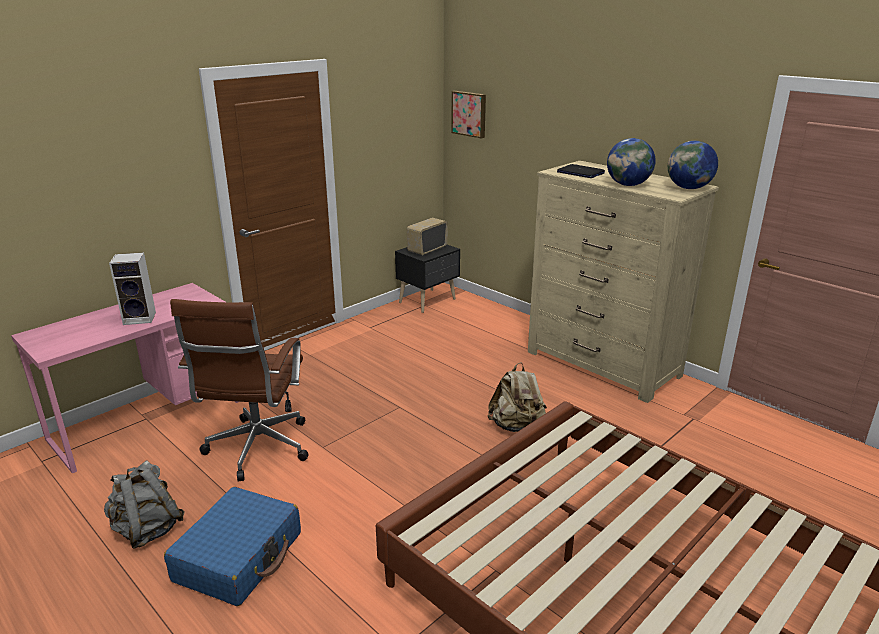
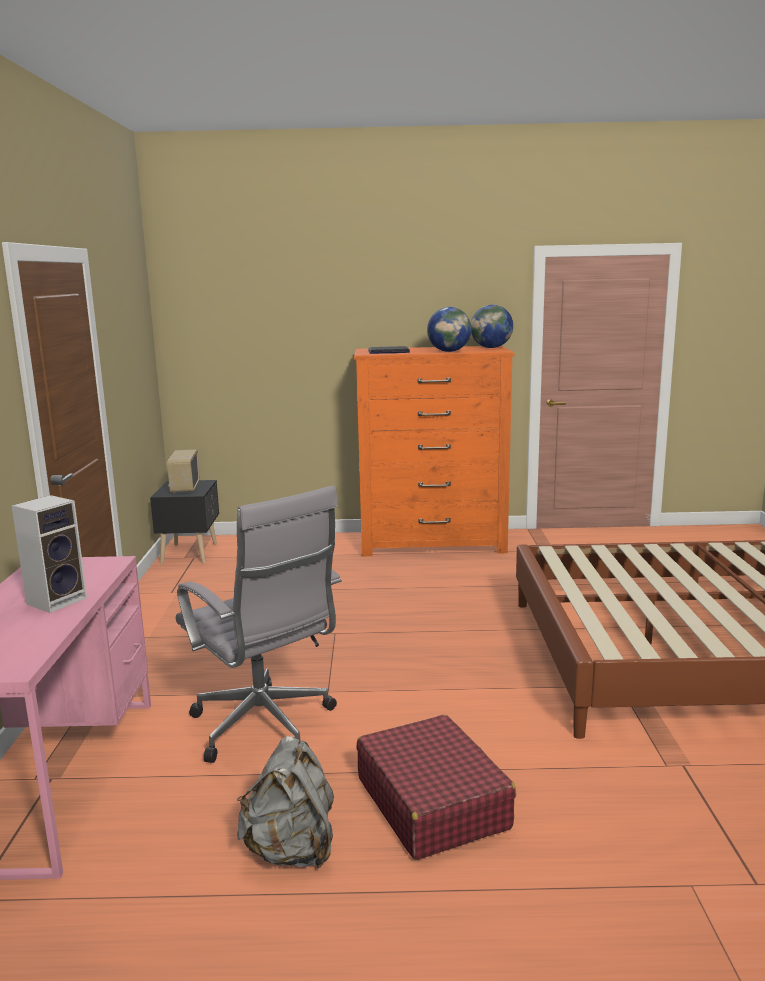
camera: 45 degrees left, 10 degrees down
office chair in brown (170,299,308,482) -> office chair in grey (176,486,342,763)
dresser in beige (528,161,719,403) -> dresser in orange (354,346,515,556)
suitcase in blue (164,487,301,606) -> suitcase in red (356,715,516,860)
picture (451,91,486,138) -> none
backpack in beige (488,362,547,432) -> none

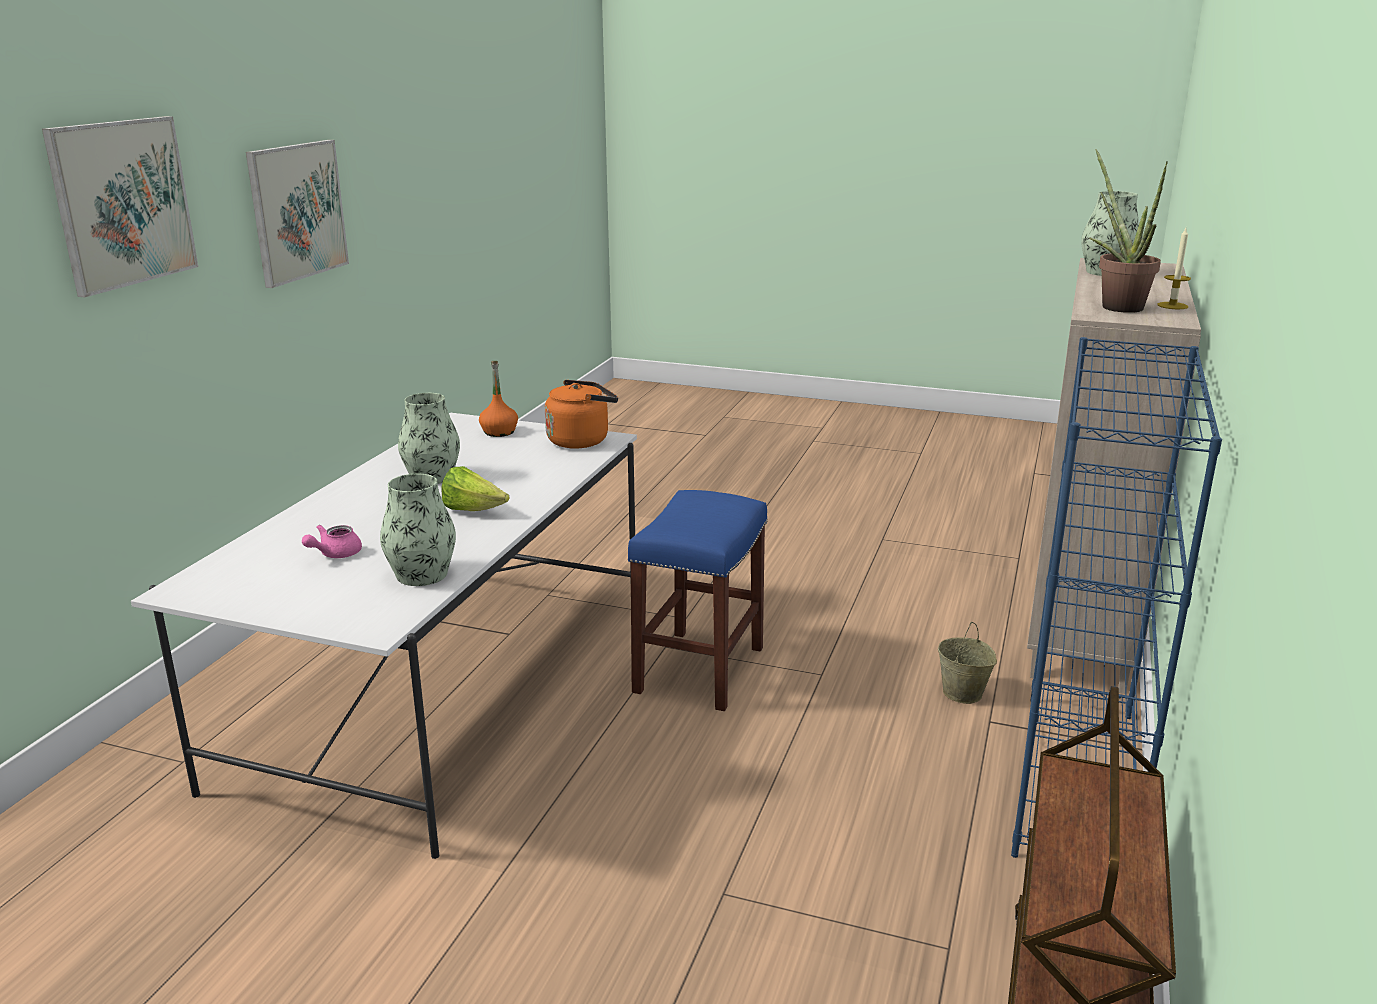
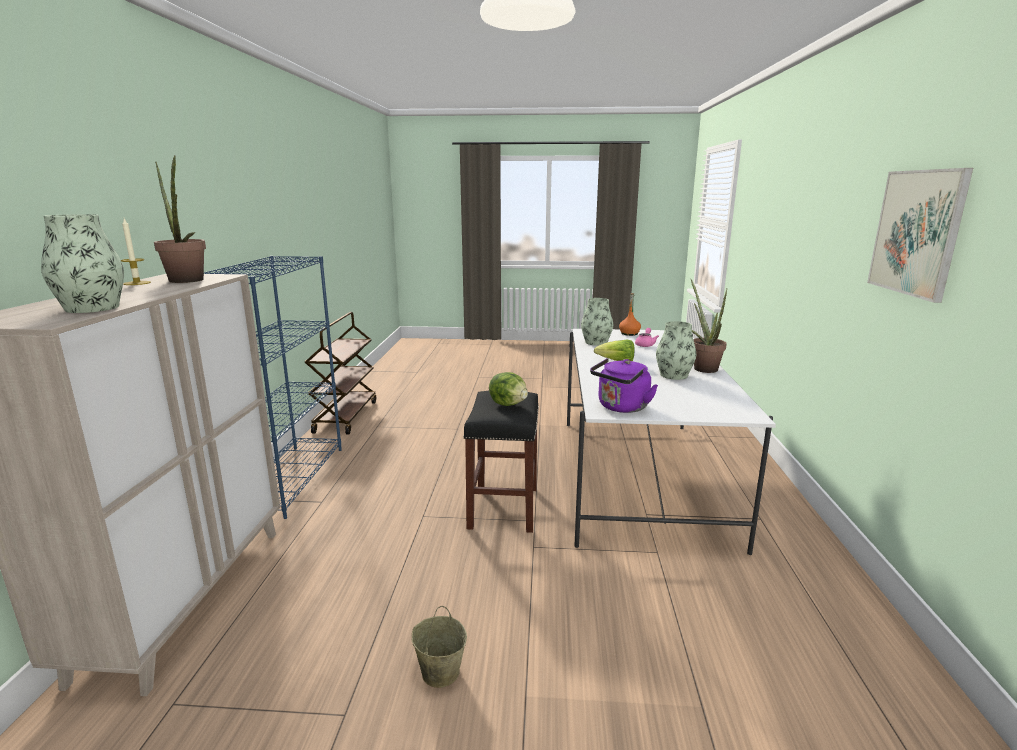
camera: 165 degrees right, 5 degrees down
bucket in beige (938,622,997,704) -> bucket in beige (412,606,467,688), move
stool in blue (628,490,768,711) -> stool in black (463,391,539,533)
none -> lettuce (489,372,528,406)
kettle in orange (545,380,618,448) -> kettle in purple (590,358,658,413)
bottle in orange (479,361,518,437) -> bottle in orange (619,293,641,336), move
none -> potted plant (691,279,727,373)
picture (42,116,198,297) -> none

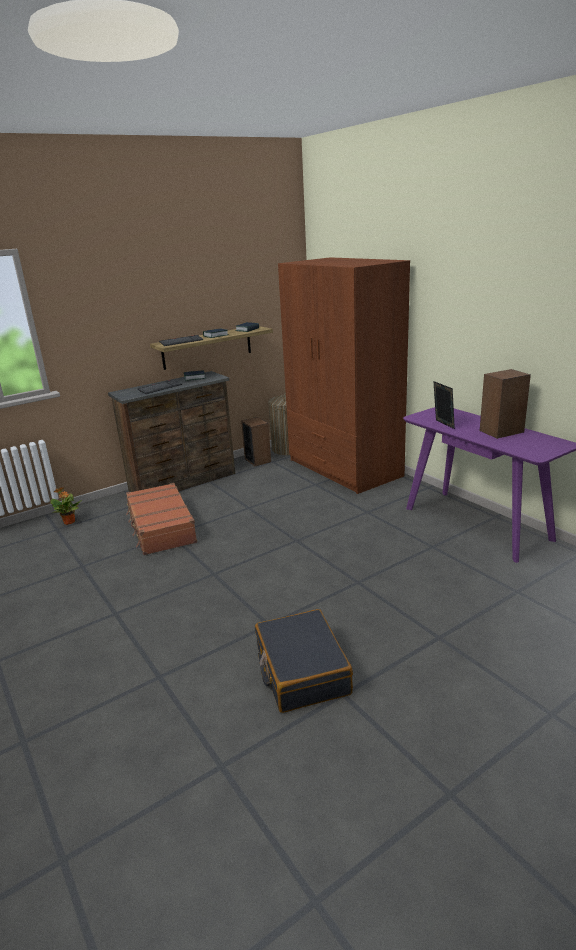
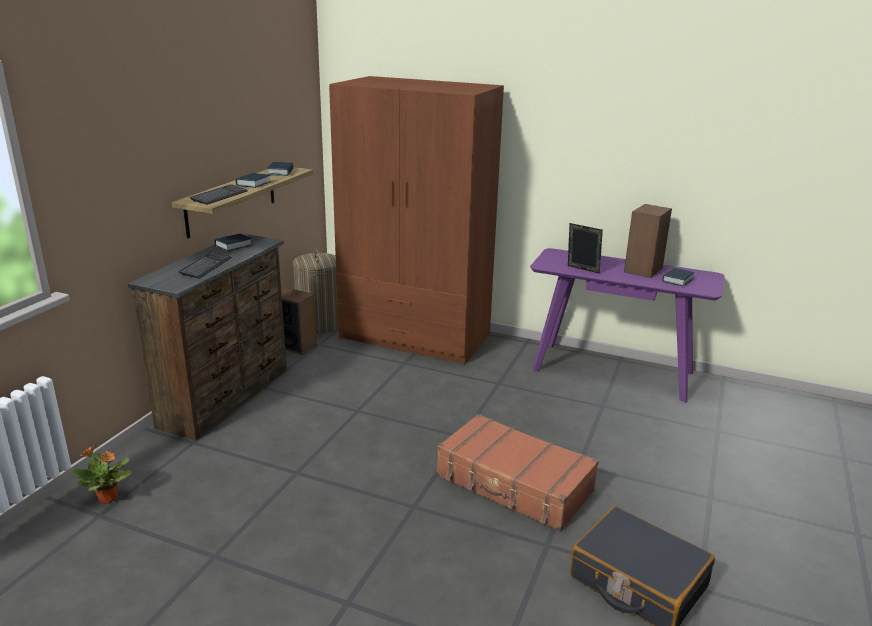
camera: 35 degrees left, 0 degrees up
suitcase in brown (126,483,197,555) -> suitcase in brown (436,414,599,531), move
none -> book (662,268,694,286)

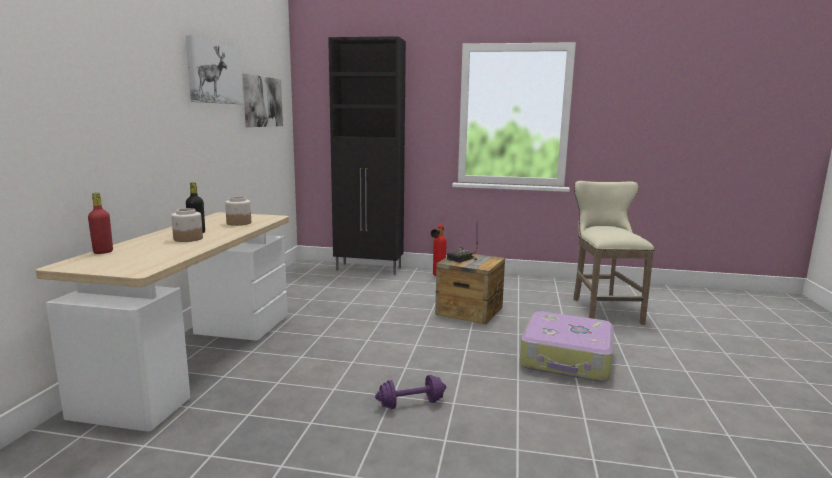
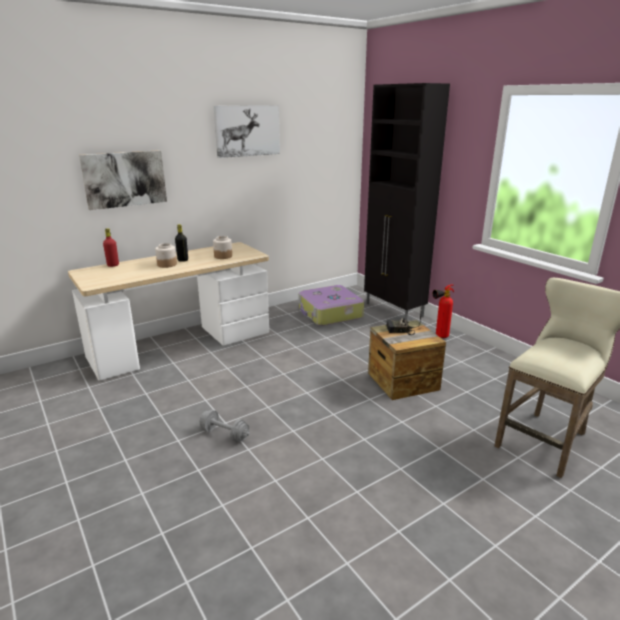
camera: 45 degrees right, 10 degrees up
picture (243,74,283,127) -> picture (79,150,167,210), move
dumbbell in purple (375,375,446,409) -> dumbbell in grey (200,410,250,442)
suitcase (520,311,614,382) -> suitcase (298,285,364,326), move

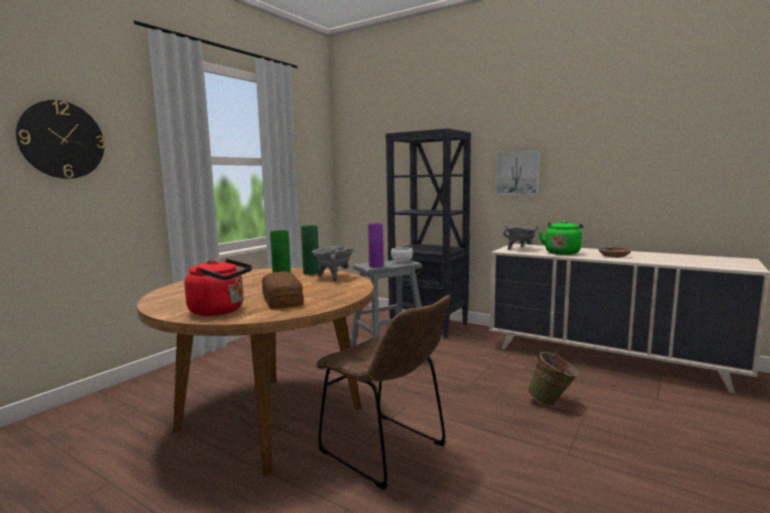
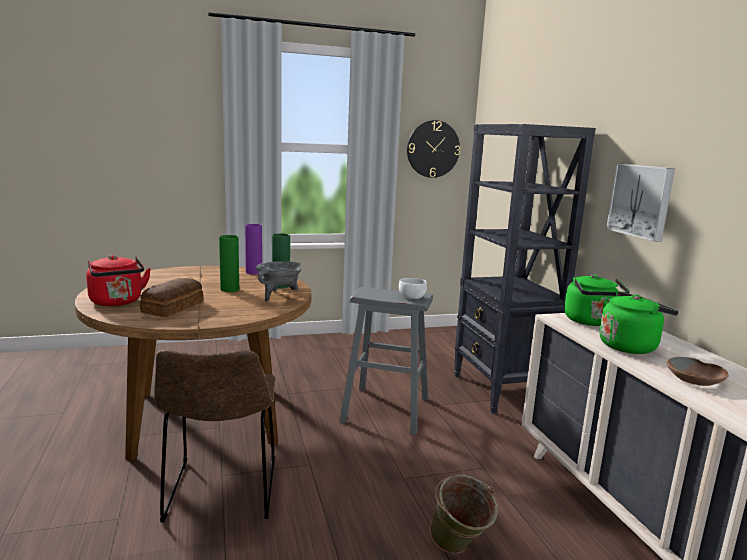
camera: 40 degrees right, 5 degrees up
vase in purple (368,223,384,268) -> vase in purple (245,224,262,275), move
wall clock (16,100,105,179) -> wall clock (407,120,460,178), move
cooking pot in grey (503,224,538,250) -> kettle in green (564,274,630,326)

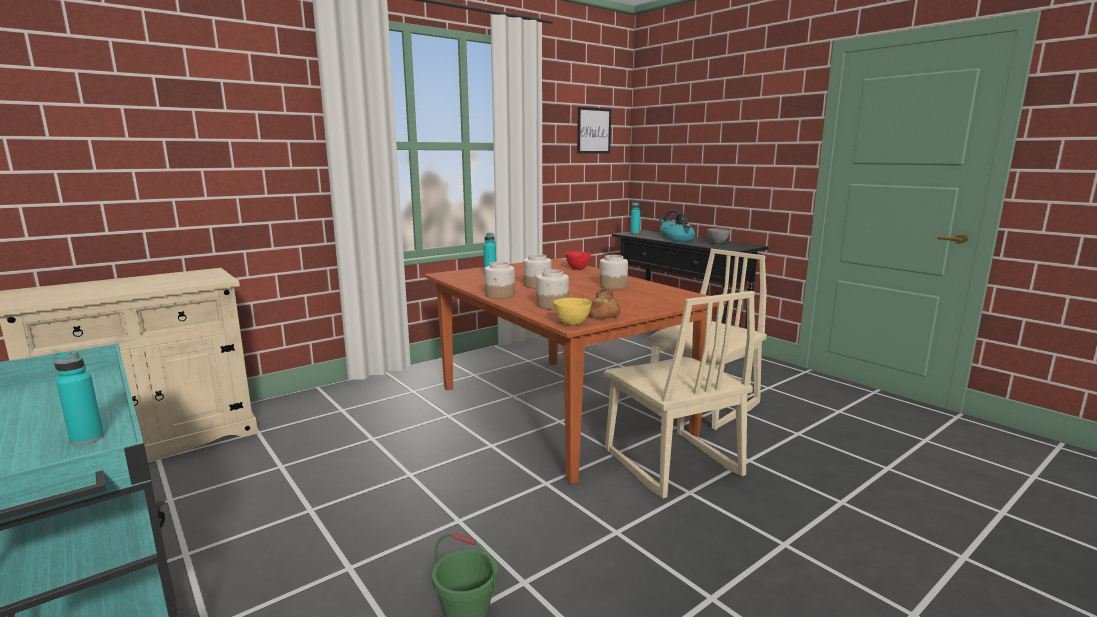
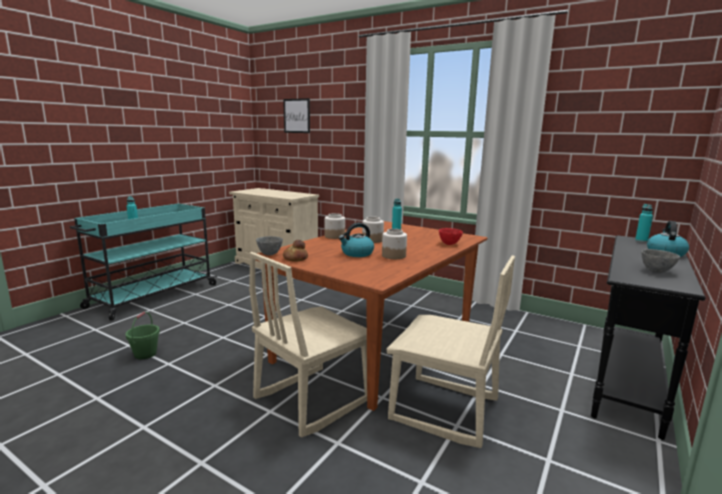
camera: 70 degrees right, 0 degrees up
bowl in yellow (553,298,592,326) -> bowl in grey (256,236,283,256)
picture (577,107,611,154) -> picture (283,98,310,133), move
kettle (667,213,695,242) -> kettle (339,223,374,257), move
jar (537,270,569,310) -> none

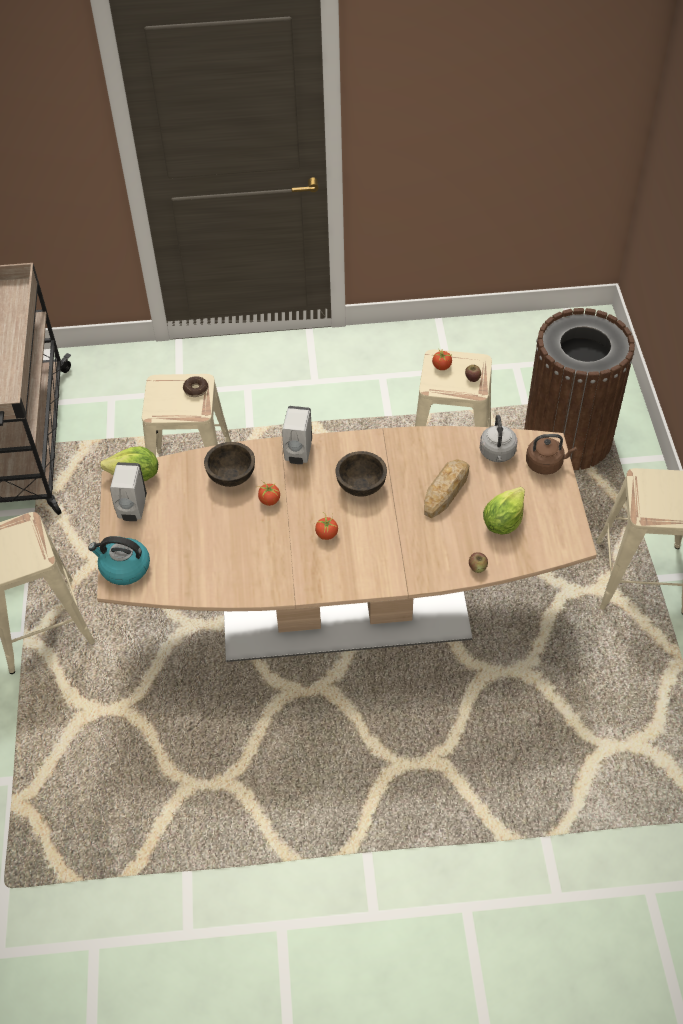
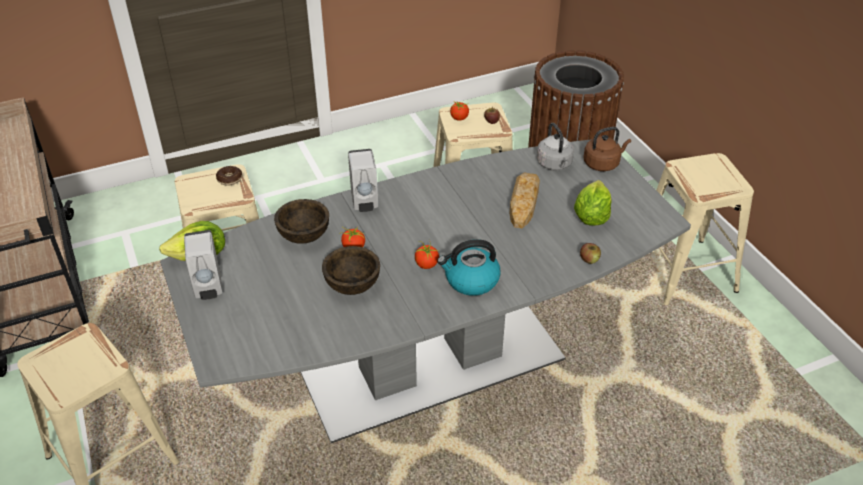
camera: 20 degrees left, 10 degrees down
dining table in brown (97,426,597,662) -> dining table in grey (160,139,691,443)
bowl in brown (336,451,387,497) -> bowl in brown (322,246,380,295), move
kettle (88,536,150,585) -> kettle (437,239,501,296), move

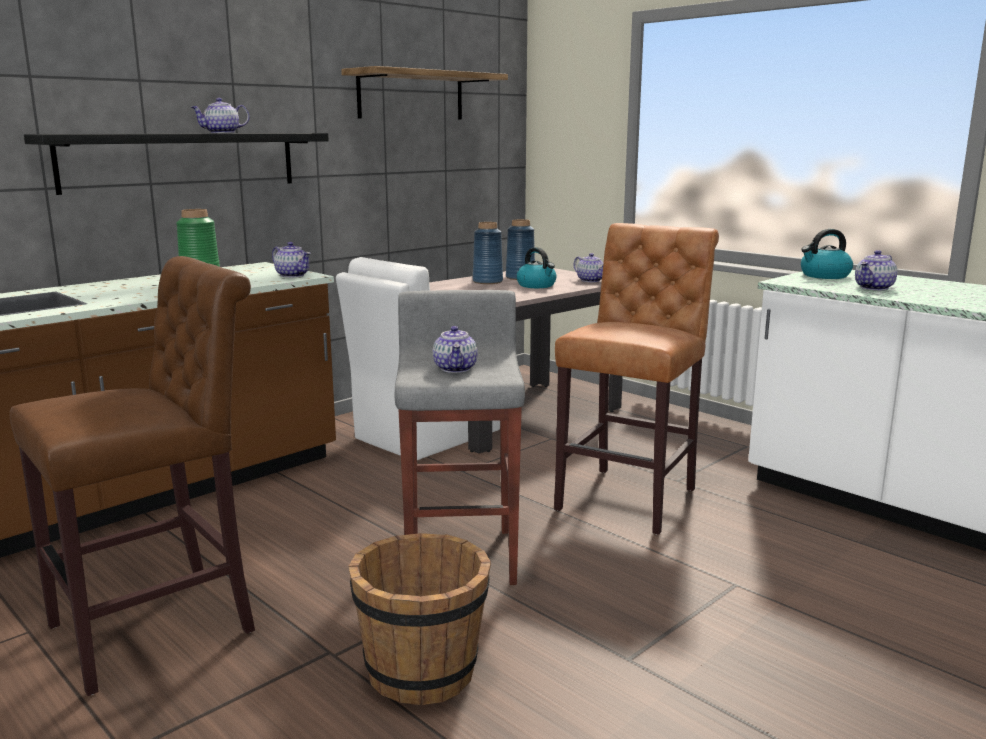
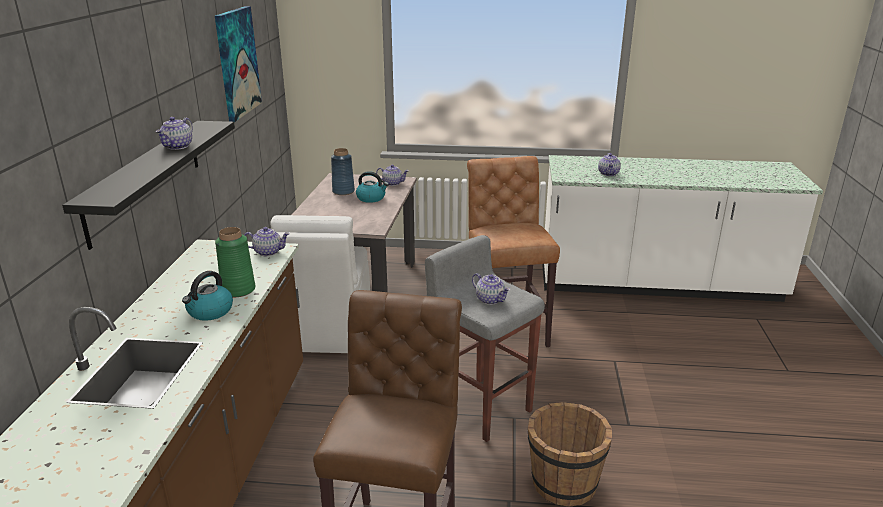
camera: 40 degrees left, 10 degrees up
kettle (801,229,853,279) -> kettle (182,271,233,321), move
shelf (341,66,508,119) -> picture (215,6,262,122)
vase in blue (473,222,503,284) -> none

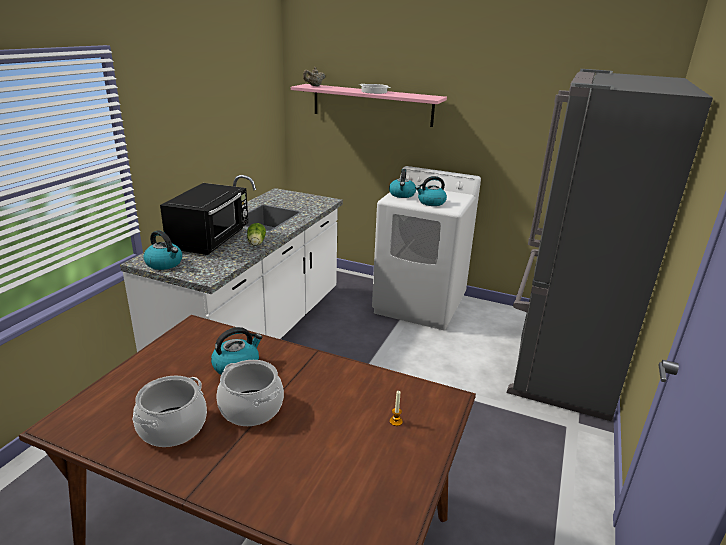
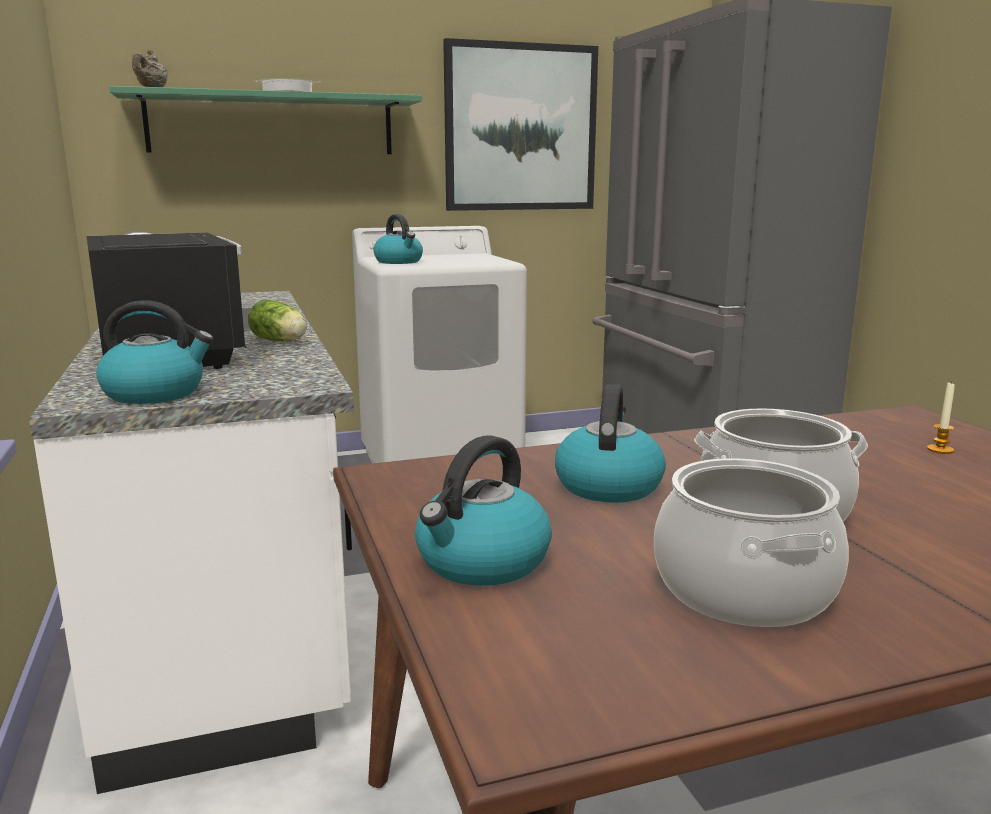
camera: 40 degrees left, 10 degrees down
shelf in pink (291,84,447,127) -> shelf in green (109,86,422,154)
kettle (416,176,447,206) -> kettle (415,436,552,586), move
none -> picture (443,38,598,211)

